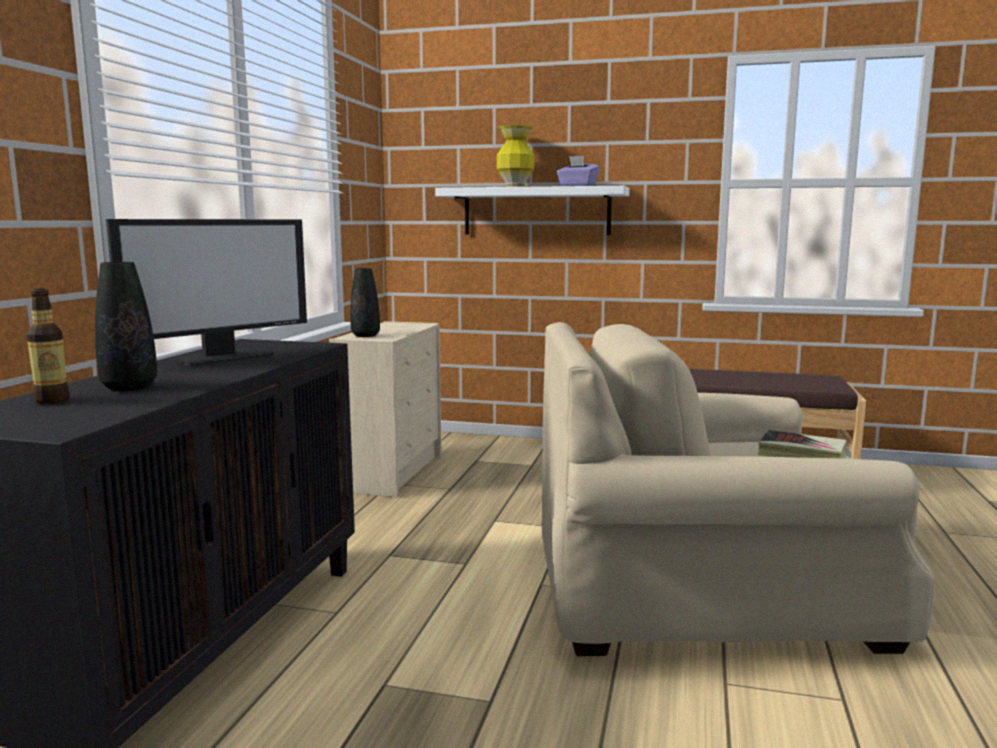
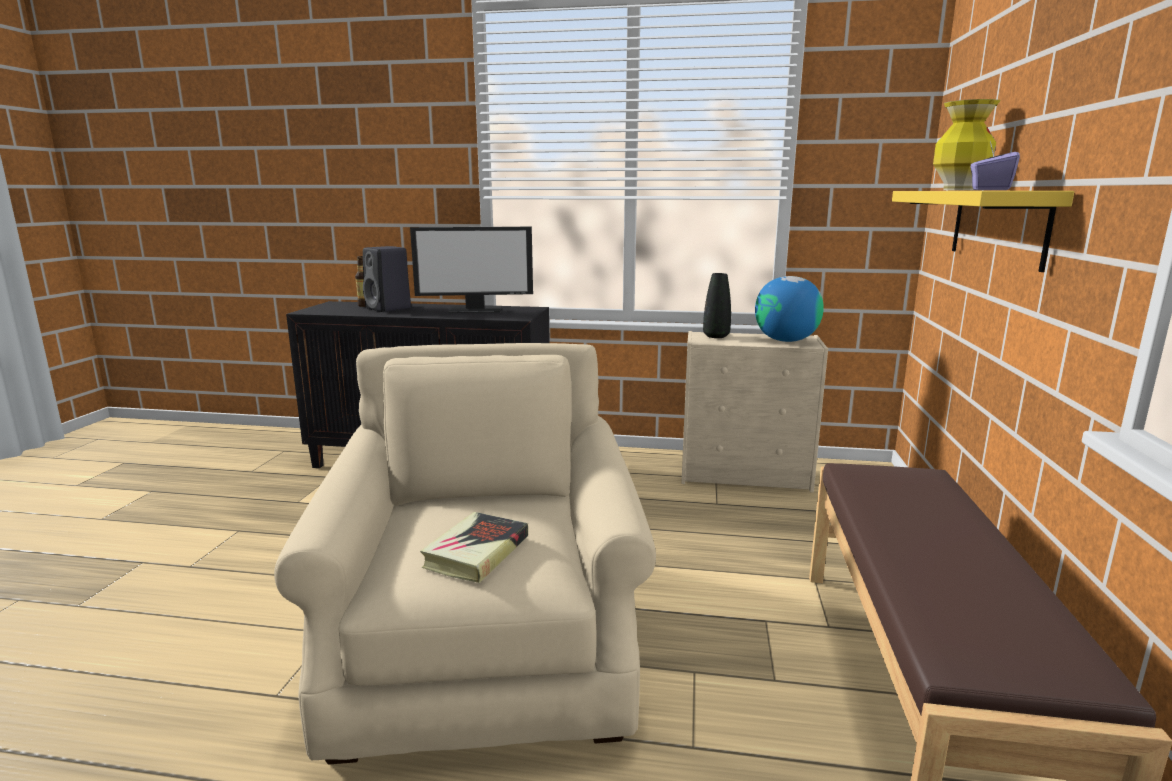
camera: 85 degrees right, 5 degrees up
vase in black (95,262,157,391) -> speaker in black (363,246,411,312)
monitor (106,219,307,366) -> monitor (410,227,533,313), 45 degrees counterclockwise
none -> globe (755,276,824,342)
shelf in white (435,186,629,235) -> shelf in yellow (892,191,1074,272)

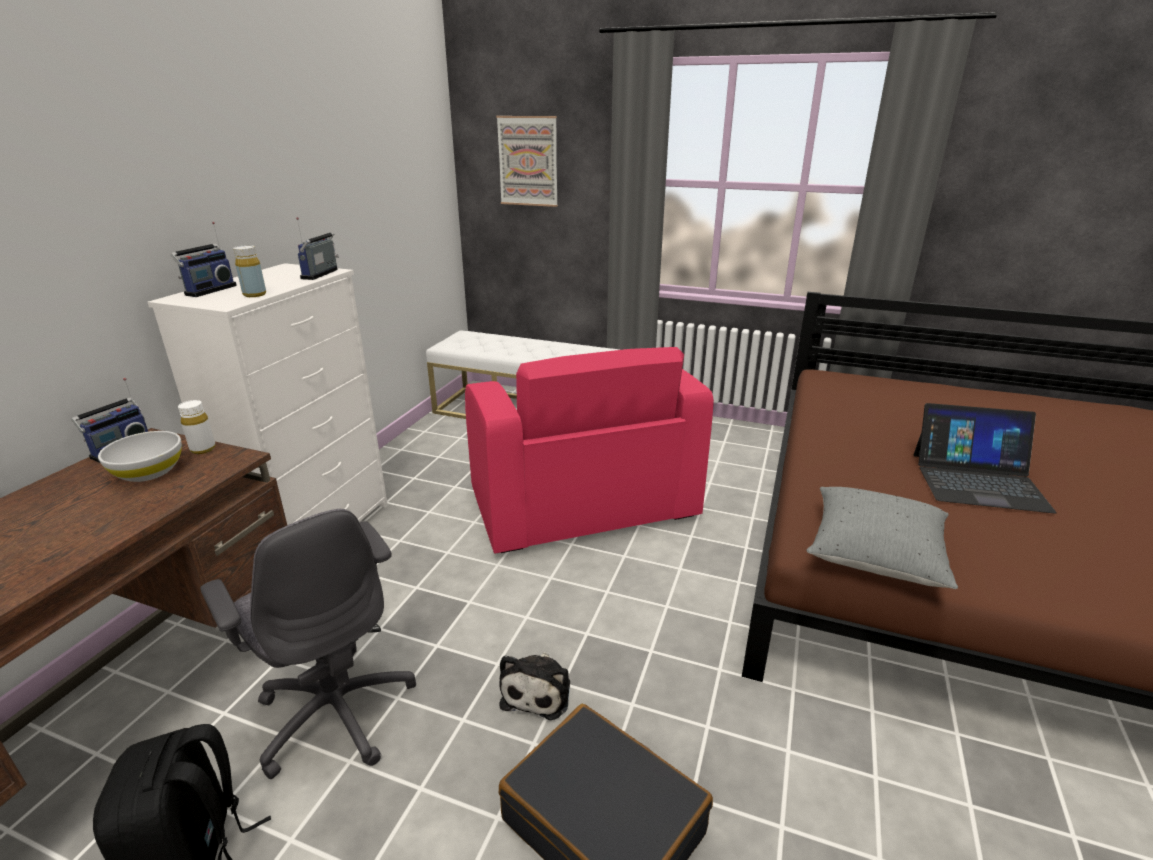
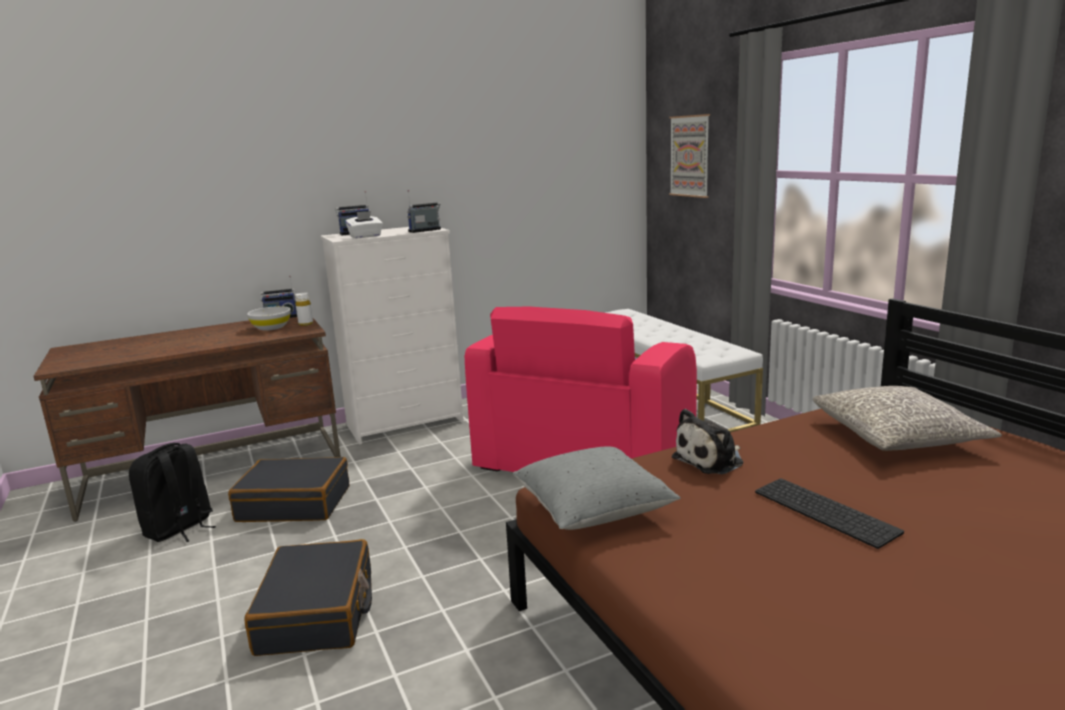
camera: 45 degrees right, 10 degrees down
office chair in grey (200,509,416,779) -> suitcase in black (228,457,349,522)
bottle in yellow (233,245,266,297) -> tissue box in white (345,211,383,238)
plush toy (499,652,570,720) -> plush toy (671,409,744,474), move
laptop (913,403,1057,514) -> keyboard (755,478,904,549)
none -> pillow in grey (813,386,1002,451)

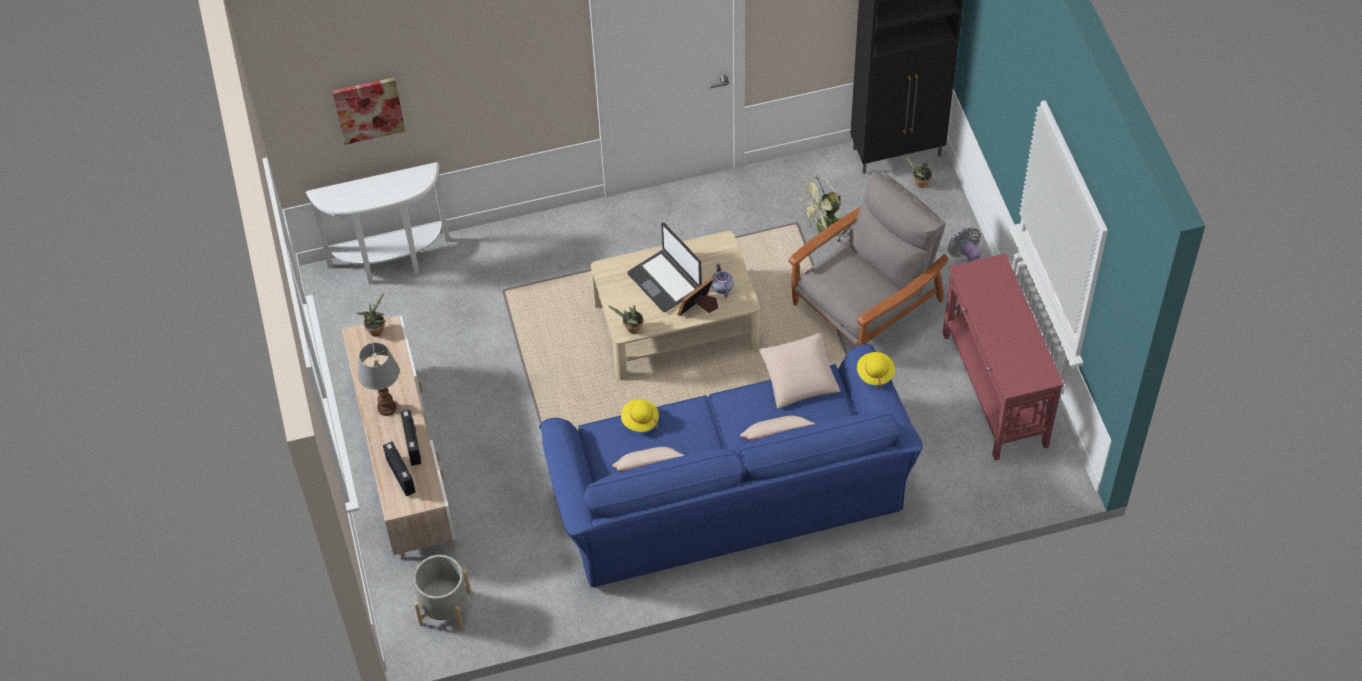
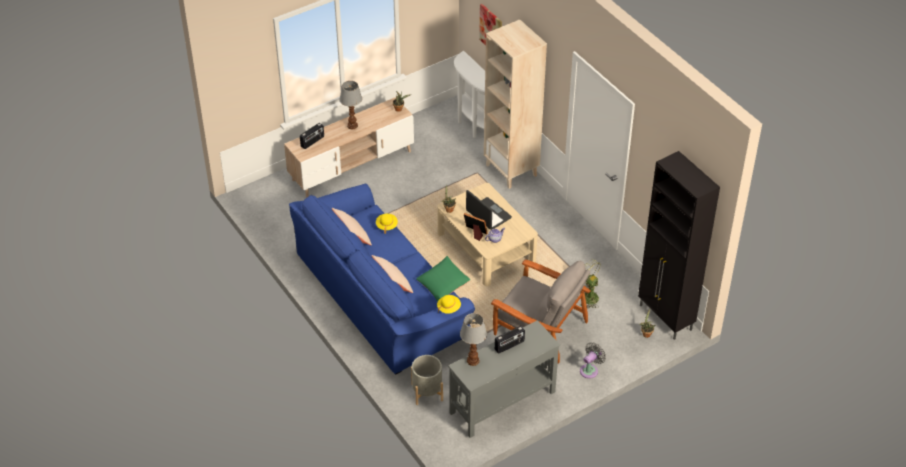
camera: 70 degrees right, 10 degrees down
planter in grey (413,555,471,631) -> planter in grey (411,355,443,405), move
pillow in beige (759,333,840,409) -> pillow in green (416,256,470,301)
console table in red (943,253,1064,460) -> console table in grey (448,320,560,438)
none -> table lamp (460,313,487,366)
laptop (627,223,702,312) -> laptop (466,190,512,230), 105 degrees clockwise
none -> bookcase in beige (484,19,547,189)
radio (401,409,421,466) -> radio (495,326,525,354), move

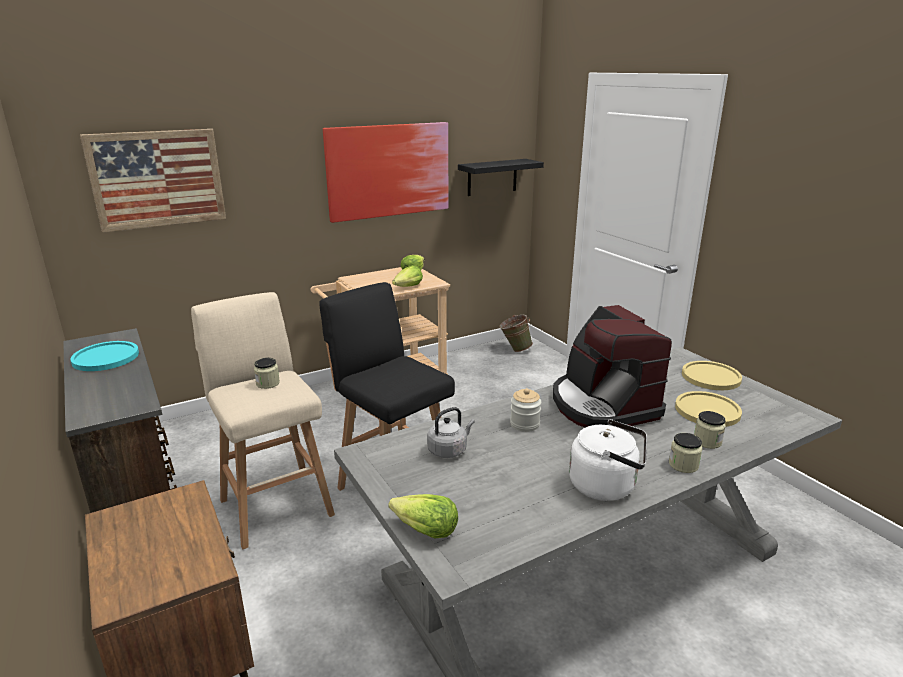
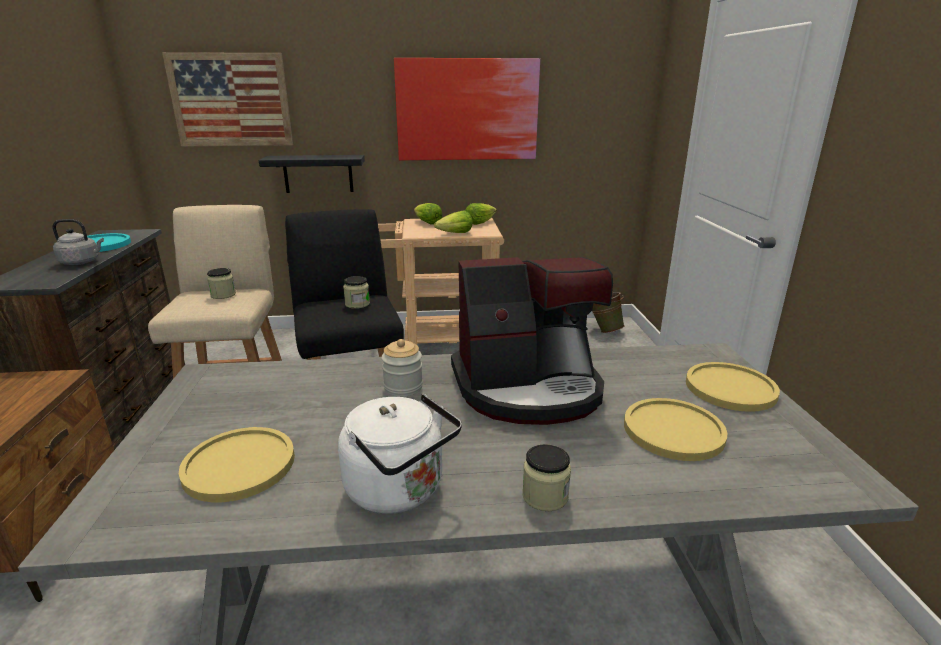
camera: 25 degrees right, 0 degrees up
kettle in grey (427,407,475,458) -> kettle in grey (52,219,104,265), move
none -> plate in yellow (179,427,295,502)
shelf in black (458,159,544,196) -> shelf in black (259,155,365,193), move
jar (694,411,726,449) -> jar (343,276,370,309), move
lettuce (388,494,458,539) -> lettuce (414,203,443,224), move
coffee machine (553,305,672,427) -> coffee machine (451,257,613,425), 105 degrees counterclockwise

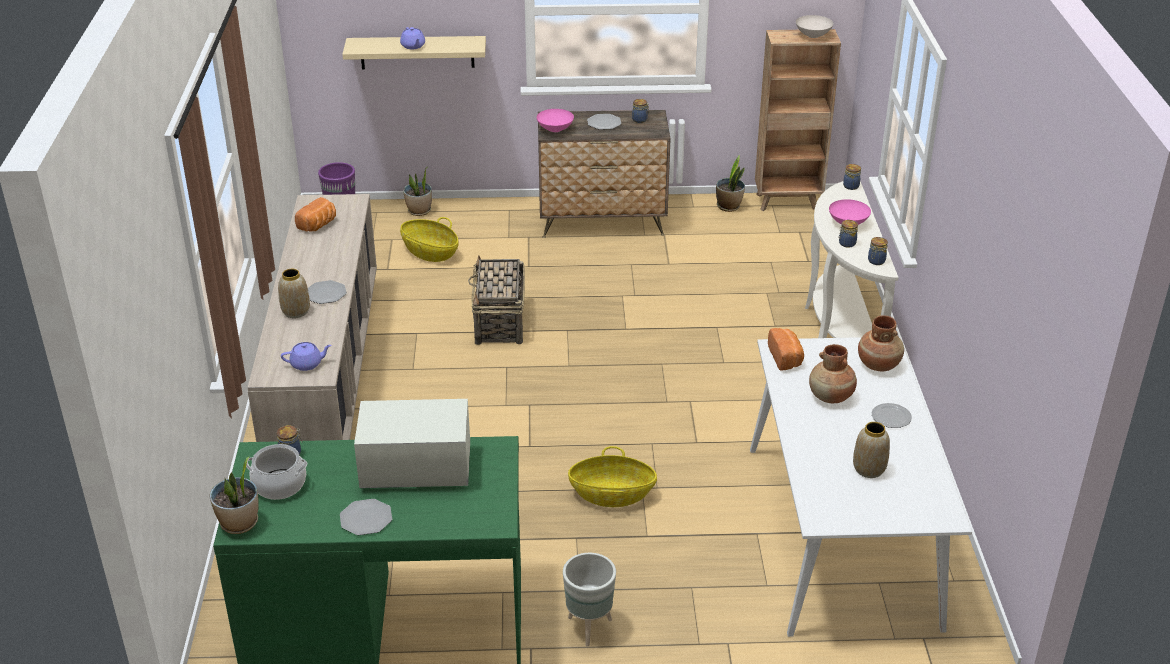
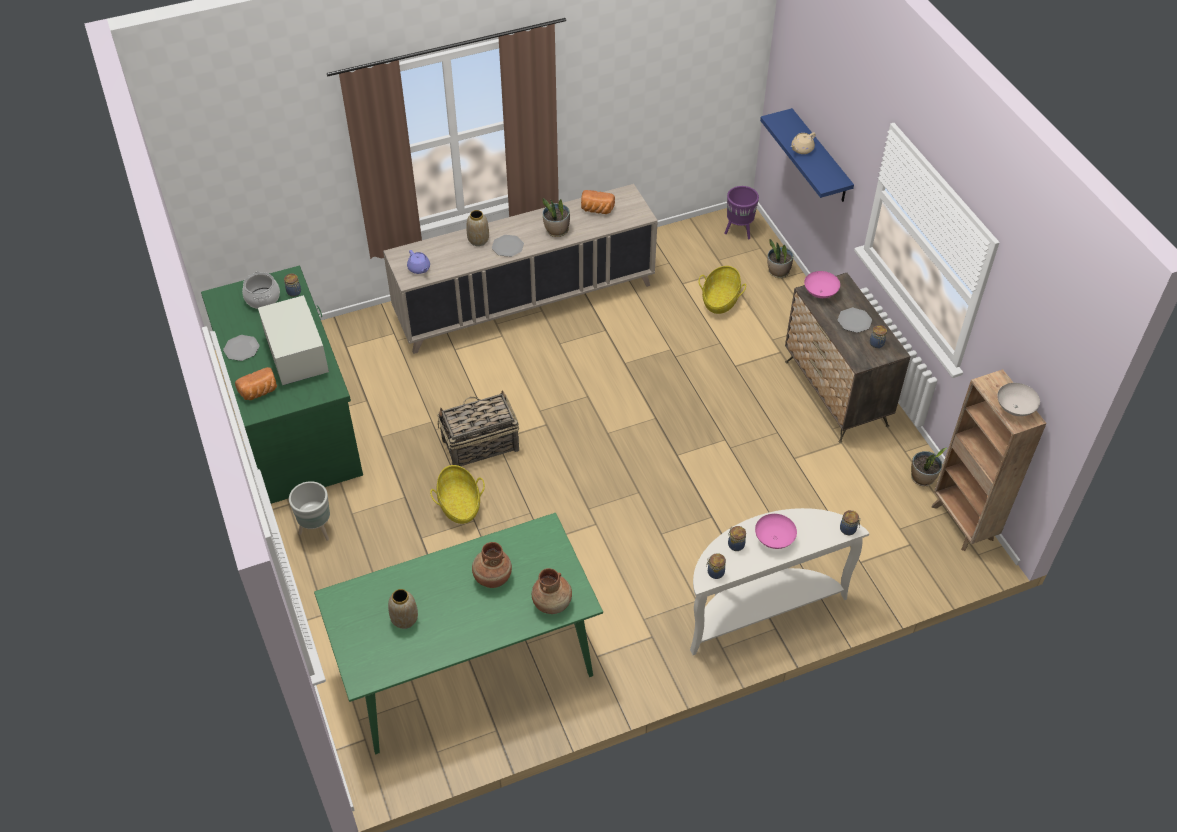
camera: 70 degrees right, 15 degrees up
bread (768,328,804,371) -> bread (235,367,277,400), move
dining table in white (750,337,972,637) -> dining table in green (314,513,603,754)
basket (468,256,525,345) -> basket (438,390,519,466), move
potted plant (209,456,259,534) -> potted plant (542,198,570,237), move
shelf in beige (342,36,486,69) -> shelf in blue (760,108,854,202)
teapot in purple (400,27,425,49) -> teapot in beige (791,132,816,154)
plate (872,403,912,428) -> none

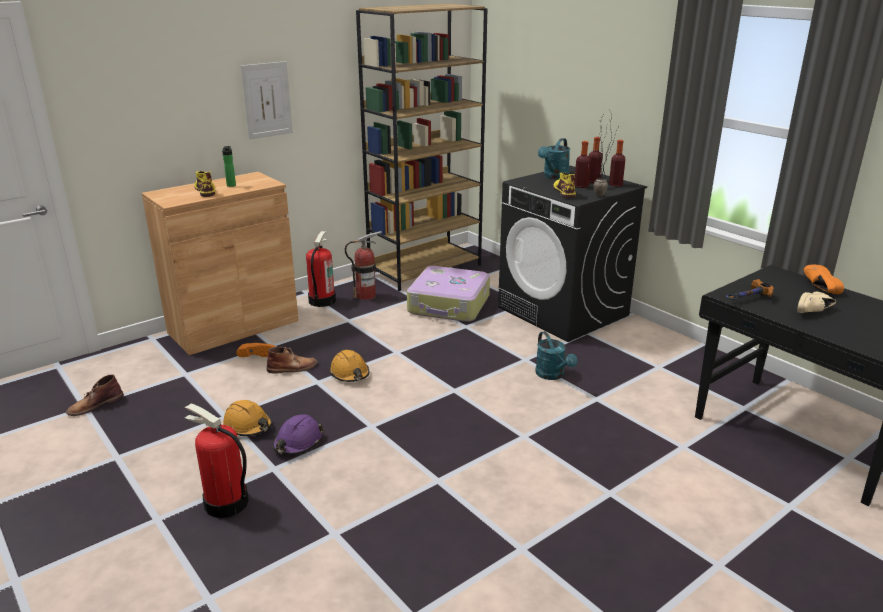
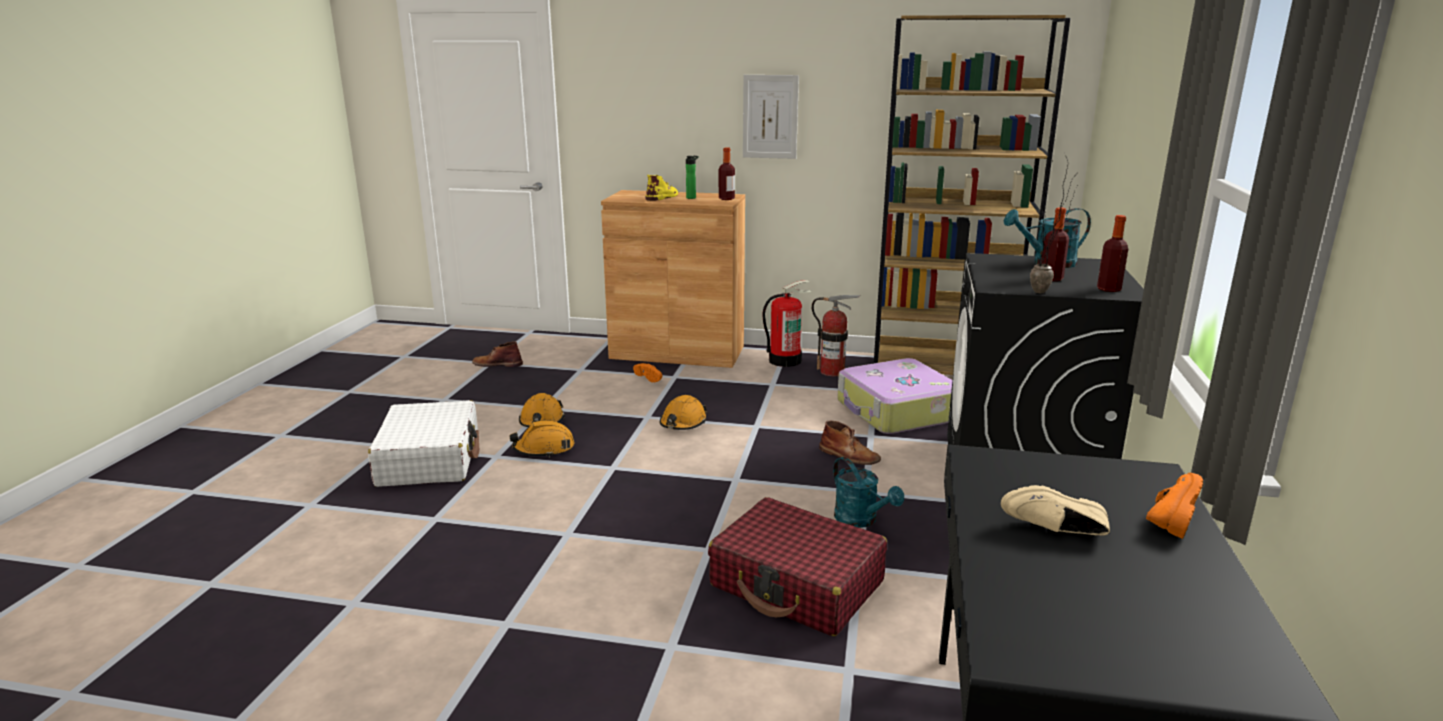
camera: 50 degrees right, 5 degrees down
fire extinguisher (185,403,249,518) -> suitcase in white (368,400,479,487)
hard hat in purple (273,414,324,455) -> hard hat in orange (509,420,574,458)
none -> suitcase in red (708,497,887,636)
bottle (589,137,602,183) -> bottle (719,147,735,200), move
boot in brown (266,347,318,374) -> boot in brown (819,421,881,465), move
watering can in turquoise (535,331,578,380) -> watering can in turquoise (833,457,904,528), 60 degrees counterclockwise
boot in yellow (553,173,576,198) -> none
hammer (726,279,774,300) -> none

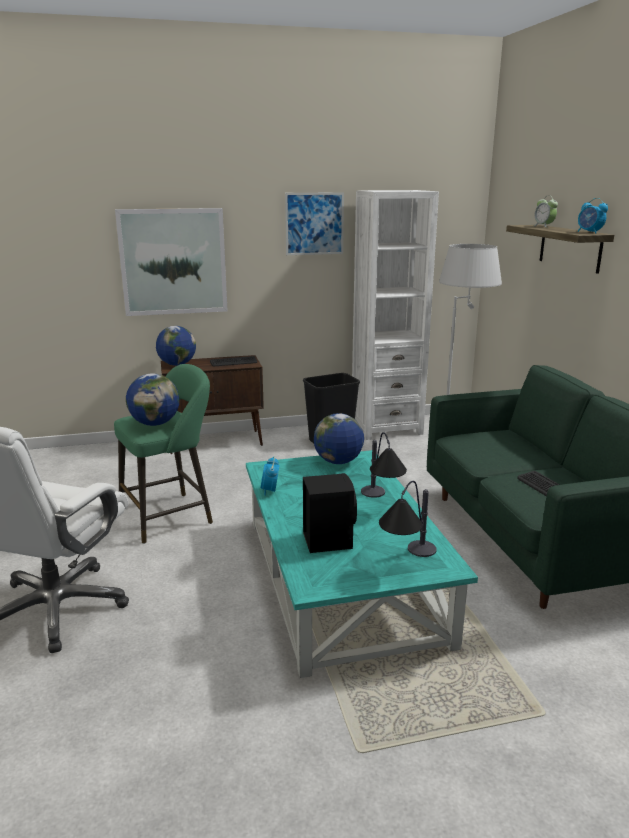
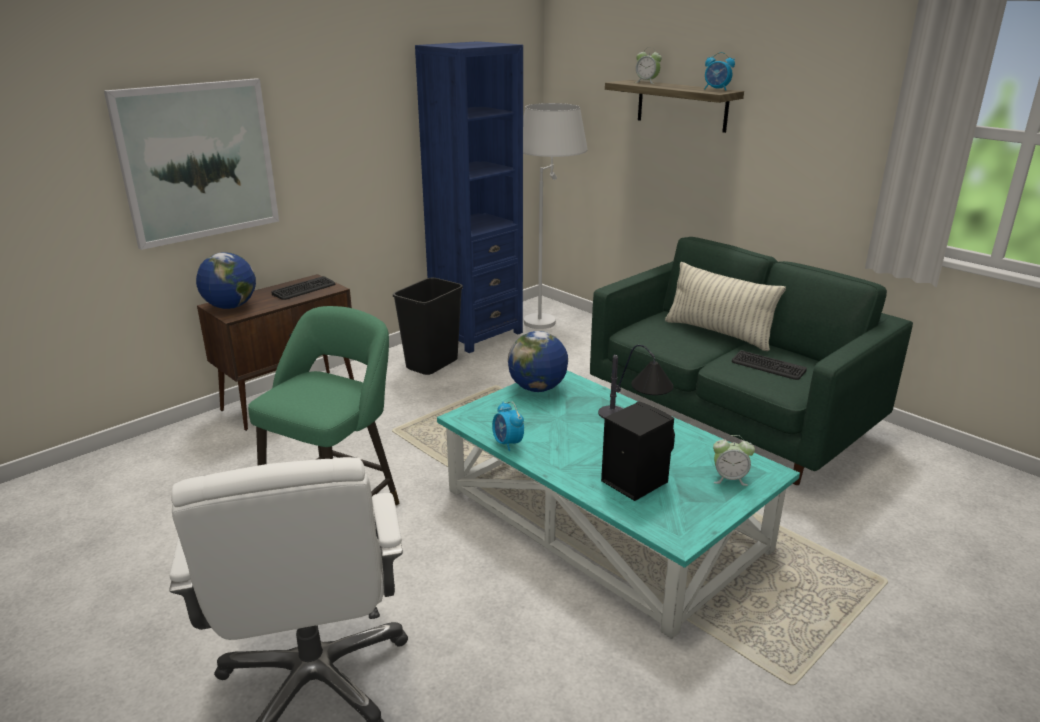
camera: 30 degrees left, 5 degrees up
bookcase in white (352,190,439,440) -> bookcase in blue (415,41,523,353)
none -> pillow (665,262,786,351)
table lamp (379,481,437,557) -> alarm clock (713,435,755,486)
globe (126,373,179,426) -> none
picture (285,192,344,255) -> none

